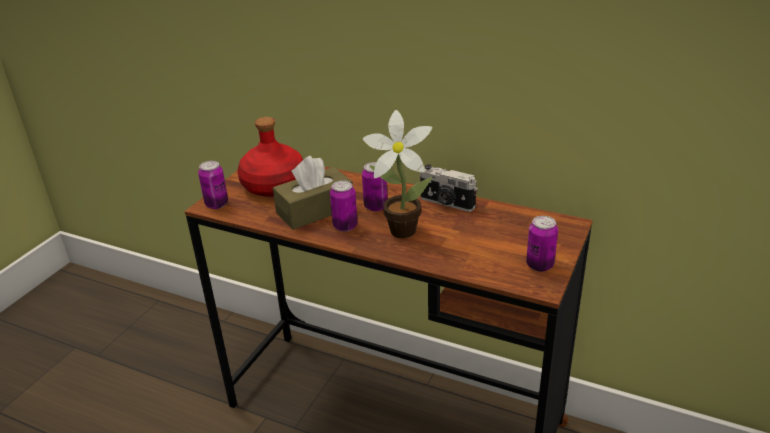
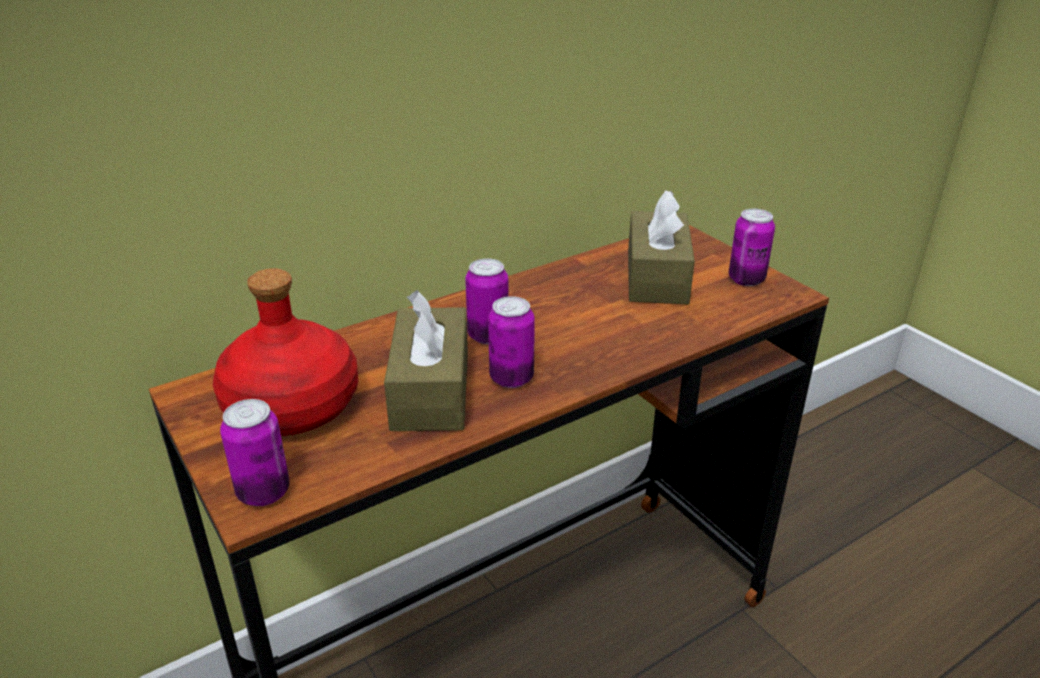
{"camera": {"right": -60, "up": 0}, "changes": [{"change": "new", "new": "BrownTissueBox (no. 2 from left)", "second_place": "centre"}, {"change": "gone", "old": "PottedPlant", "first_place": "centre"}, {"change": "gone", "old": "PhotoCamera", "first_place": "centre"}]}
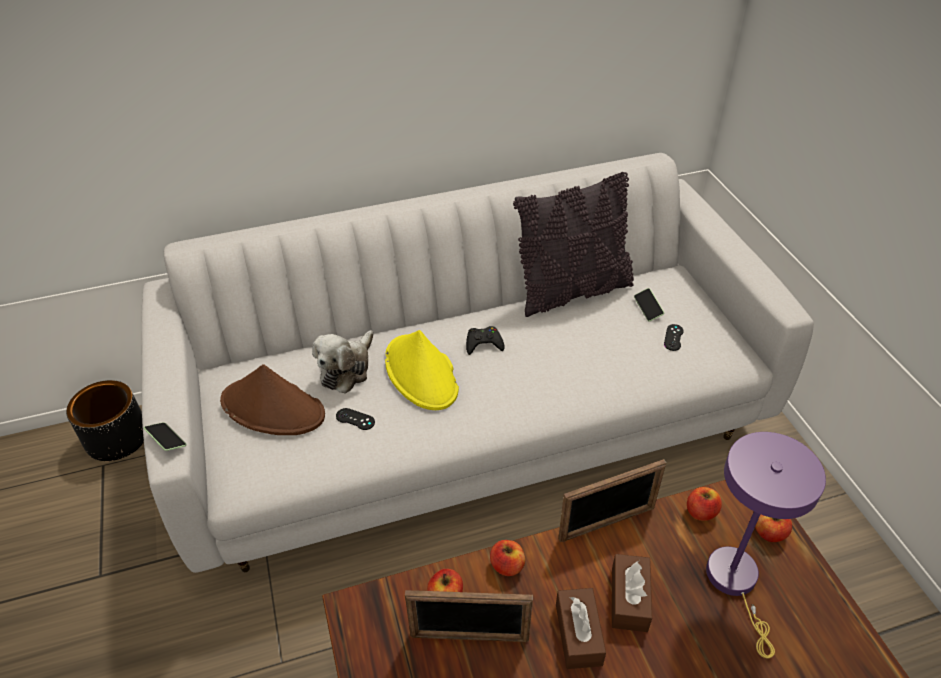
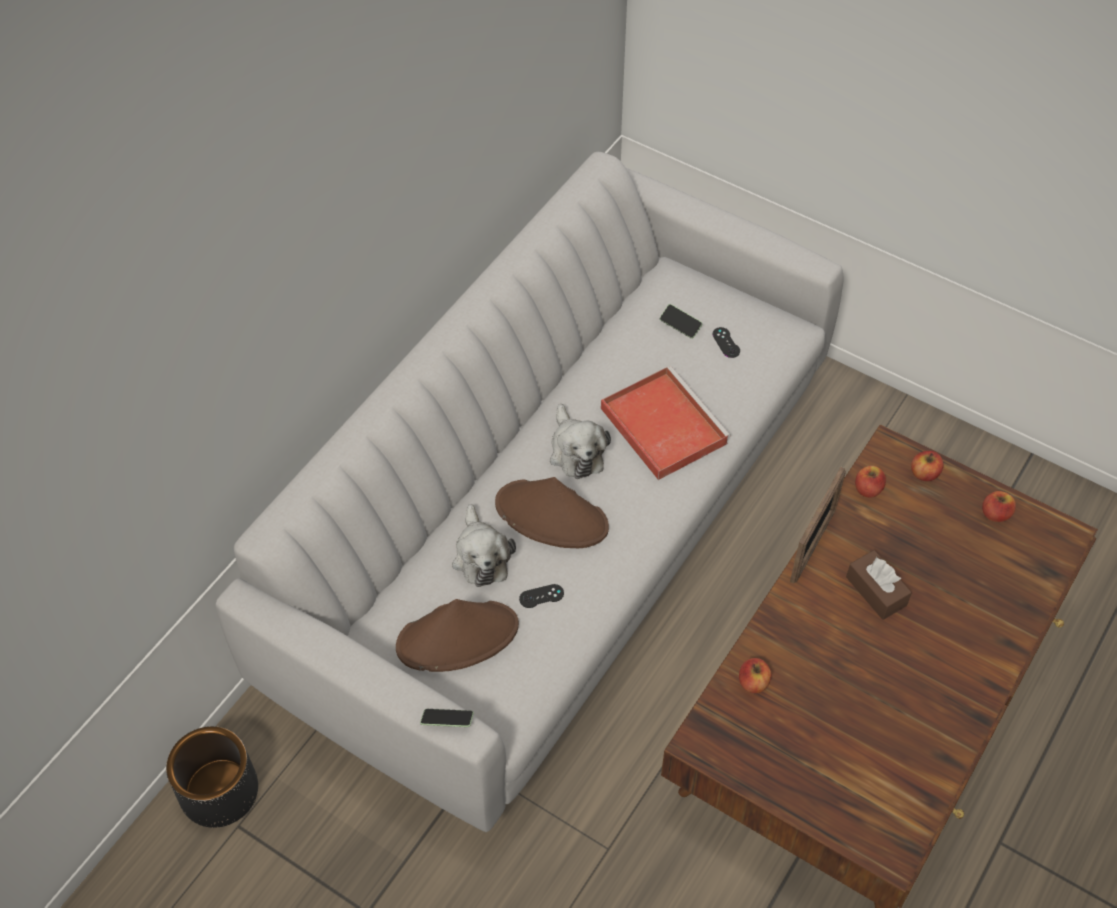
{"camera": {"right": -40, "up": 10}, "changes": [{"change": "repainted", "old": "YellowHat", "new": "BrownHat (no. 2 from left)", "first_place": "centre", "second_place": "centre"}, {"change": "swapped", "old": "BlackGameController (no. 2 from left)", "new": "PlushToy (no. 2 from left)", "first_place": "centre", "second_place": "centre"}, {"change": "new", "new": "RedTray", "second_place": "centre"}, {"change": "shifted", "old": "Apple (no. 2 from left in the first image)", "new": "Apple (no. 4 from left)", "first_place": "bottom centre", "second_place": "middle right"}, {"change": "gone", "old": "PictureFrame (no. 1 from left)", "first_place": "bottom centre"}, {"change": "gone", "old": "BlackPillow", "first_place": "centre"}, {"change": "gone", "old": "BrownTissueBox (no. 1 from left)", "first_place": "bottom centre"}, {"change": "gone", "old": "PurpleTableLamp", "first_place": "bottom right"}]}
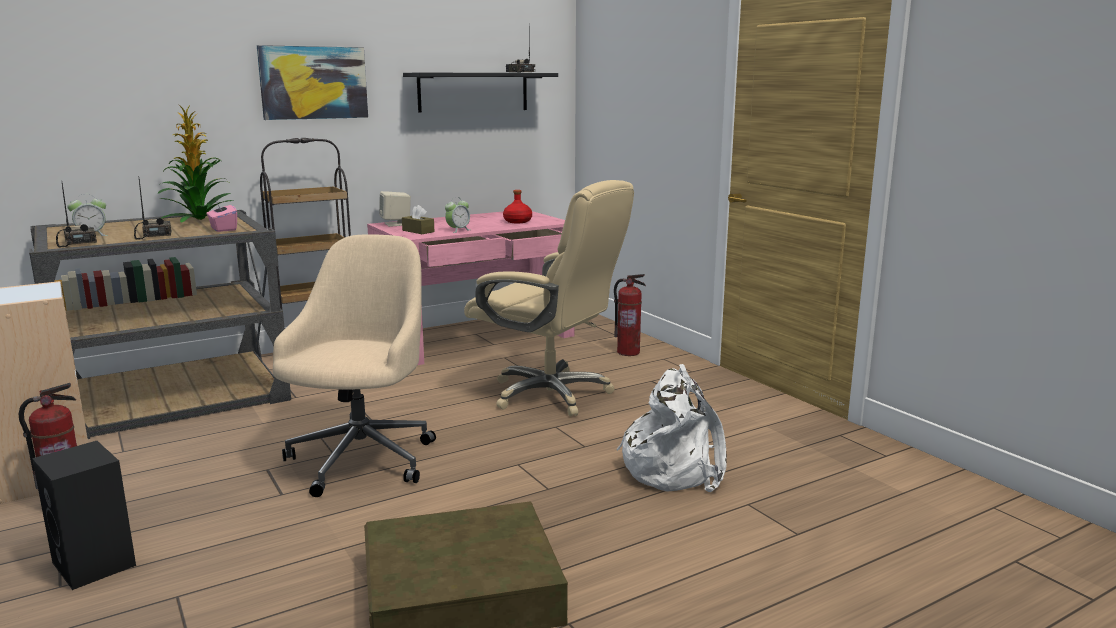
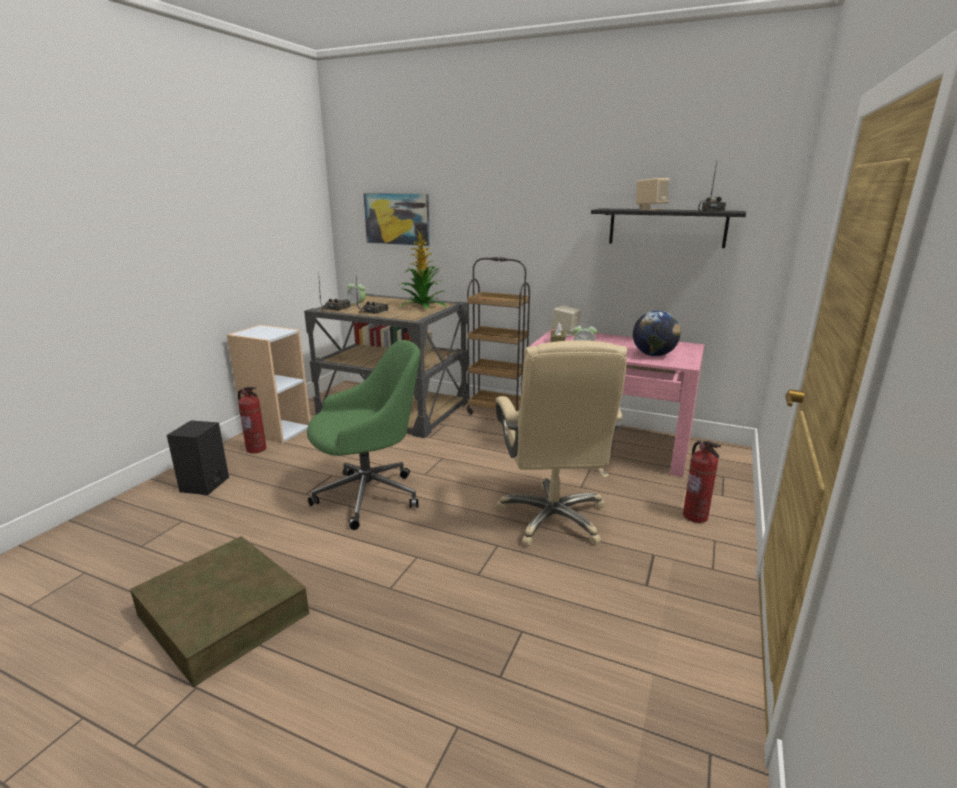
{"camera": {"right": 55, "up": 5}, "changes": [{"change": "repainted", "old": "BeigeOfficeChair (no. 1 from left)", "new": "GreenOfficeChair", "first_place": "middle left", "second_place": "centre"}, {"change": "shifted", "old": "Picture", "first_place": "top left", "second_place": "top centre"}, {"change": "swapped", "old": "RedBottle", "new": "Globe", "first_place": "top centre", "second_place": "middle right"}, {"change": "new", "new": "BeigeSpeaker (no. 2 from left)", "second_place": "top right"}, {"change": "gone", "old": "PinkTissueBox", "first_place": "middle left"}, {"change": "gone", "old": "WhiteBackpack", "first_place": "bottom centre"}]}
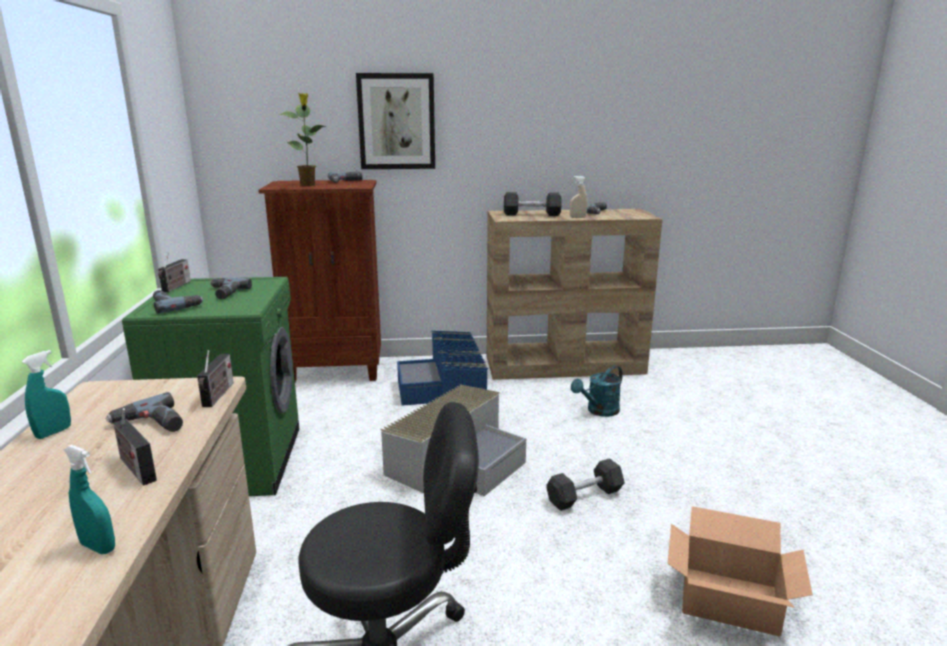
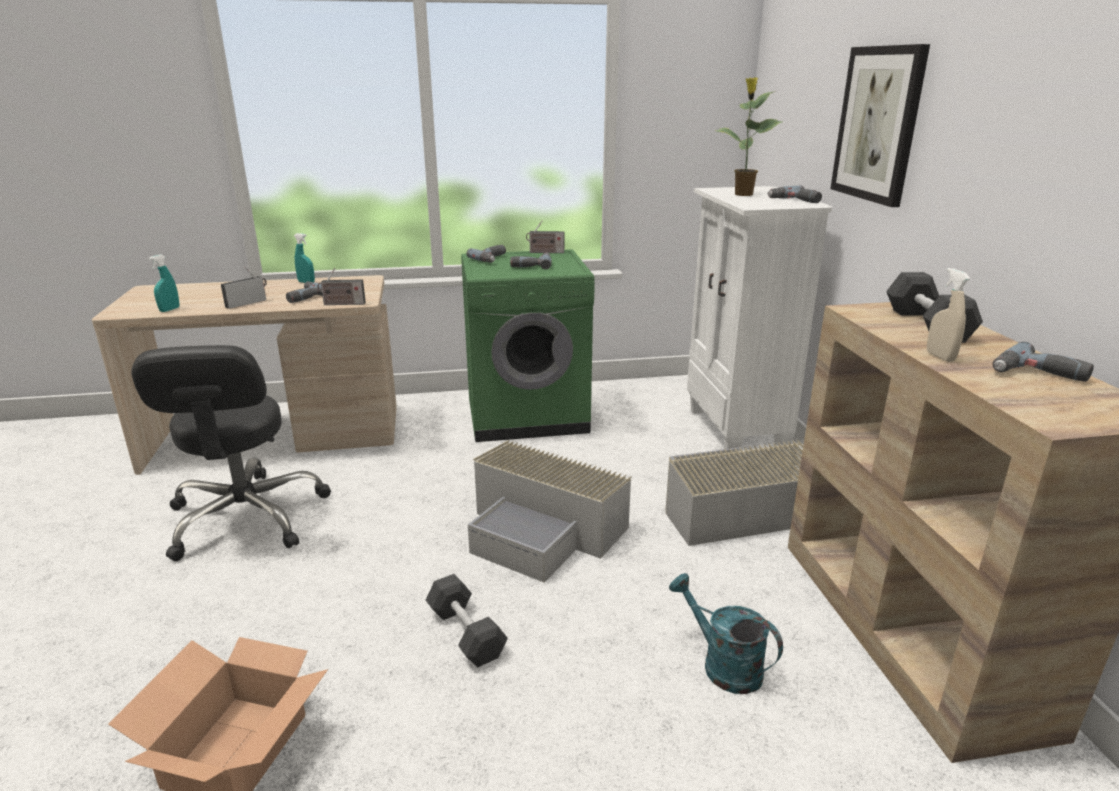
{"camera": {"right": 85, "up": 5}, "changes": [{"change": "repainted", "old": "BlueStorageBox", "new": "GreyStorageBox (no. 2 from left)", "first_place": "centre", "second_place": "centre"}, {"change": "repainted", "old": "BrownCabinet", "new": "WhiteCabinet", "first_place": "centre", "second_place": "middle right"}]}
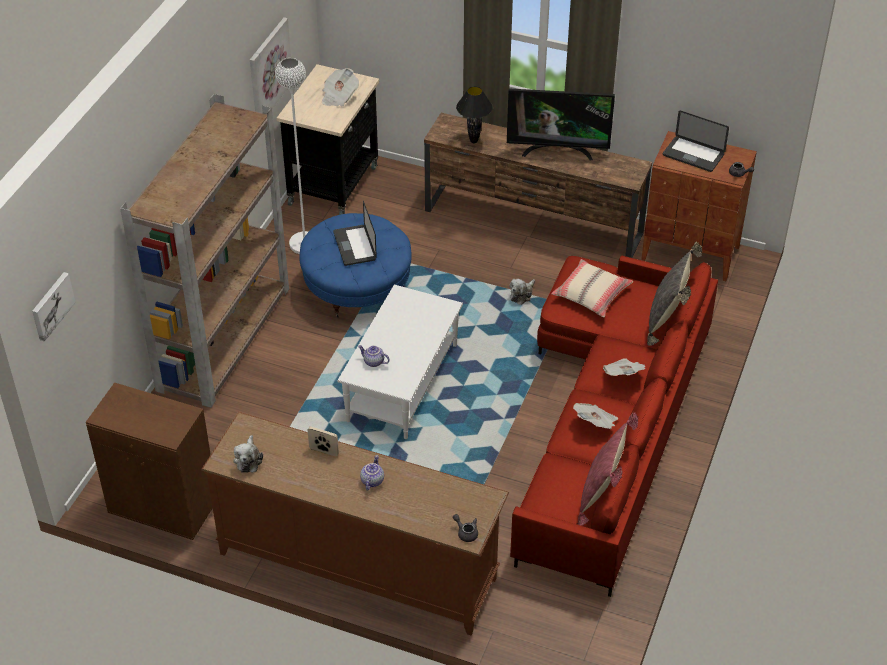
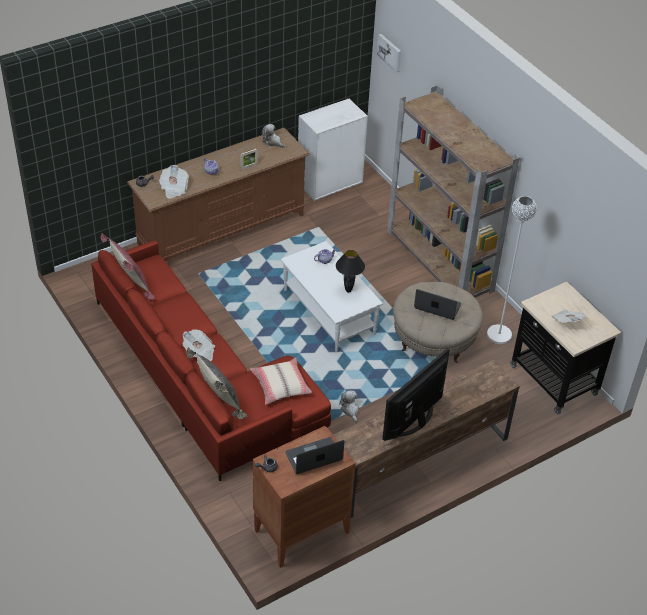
{"camera": {"right": 125, "up": 0}, "changes": [{"change": "shifted", "old": "Newspaper (no. 2 from left in the first image)", "new": "Newspaper (no. 1 from left)", "first_place": "middle right", "second_place": "top left"}, {"change": "repainted", "old": "BrownCabinet (no. 1 from left)", "new": "WhiteCabinet", "first_place": "bottom left", "second_place": "top centre"}, {"change": "shifted", "old": "BlackTableLamp", "first_place": "top centre", "second_place": "centre"}, {"change": "repainted", "old": "BlueOttoman", "new": "BeigeOttoman", "first_place": "centre", "second_place": "middle right"}, {"change": "gone", "old": "Picture (no. 2 from left)", "first_place": "top left"}]}
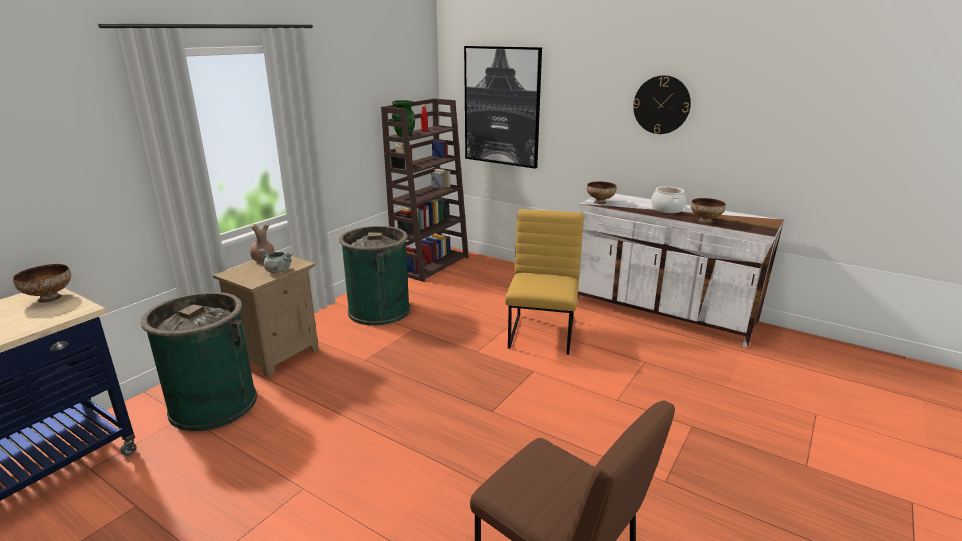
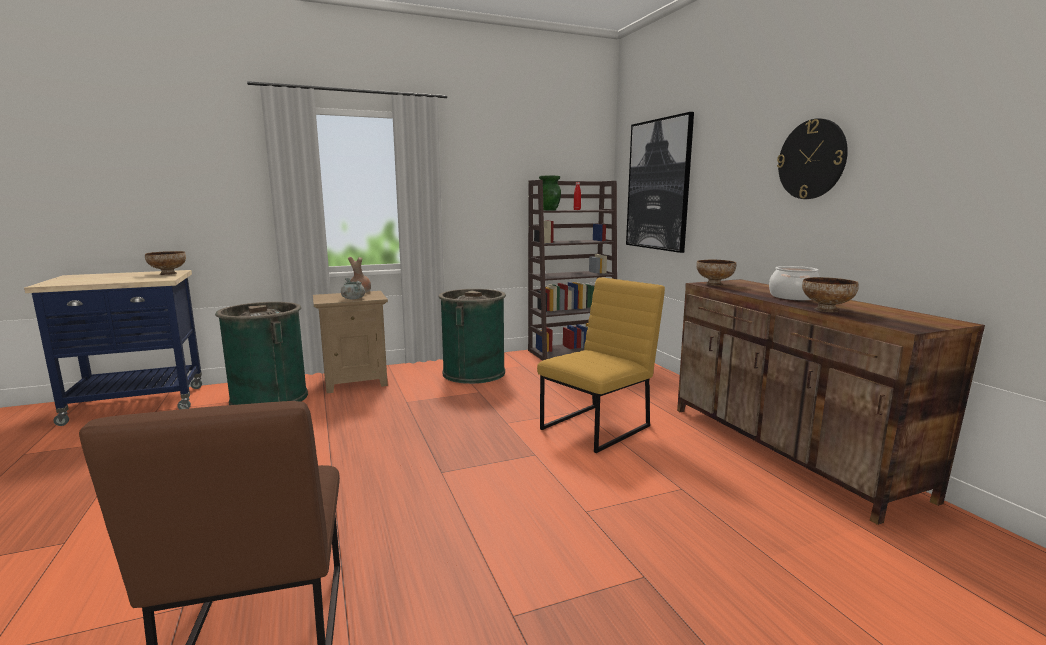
{"camera": {"right": 35, "up": -10}, "changes": [{"change": "repainted", "old": "WhiteCabinet", "new": "BrownCabinet", "first_place": "middle right", "second_place": "middle right"}]}
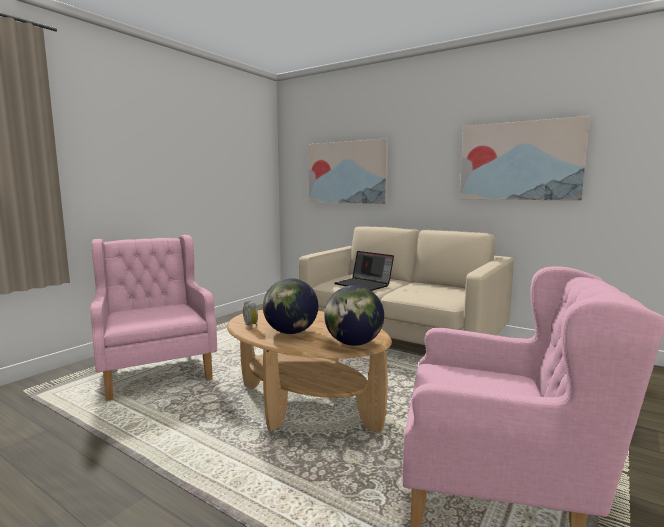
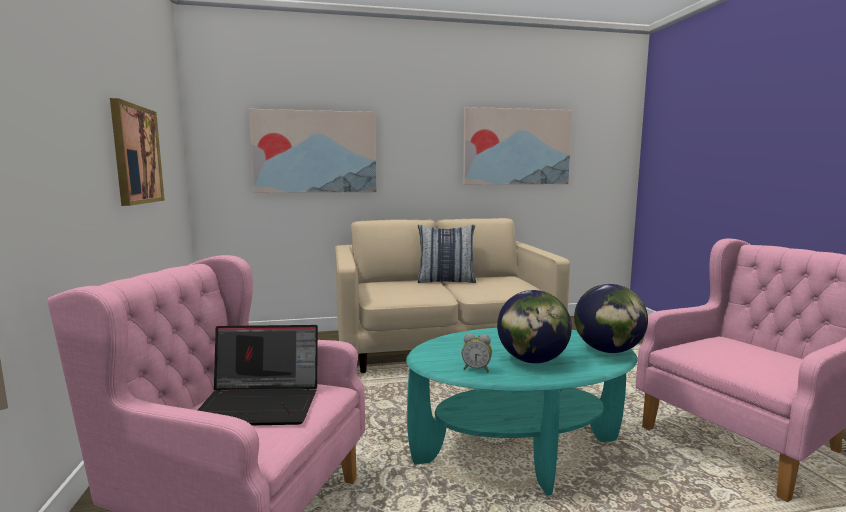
{"camera": {"right": -45, "up": 0}, "changes": [{"change": "new", "new": "Picture (no. 1 from left)", "second_place": "top left"}, {"change": "shifted", "old": "Laptop", "first_place": "centre", "second_place": "bottom left"}, {"change": "repainted", "old": "BrownCoffeeTable", "new": "TurquoiseCoffeeTable", "first_place": "bottom centre", "second_place": "bottom centre"}, {"change": "new", "new": "Pillow", "second_place": "centre"}]}
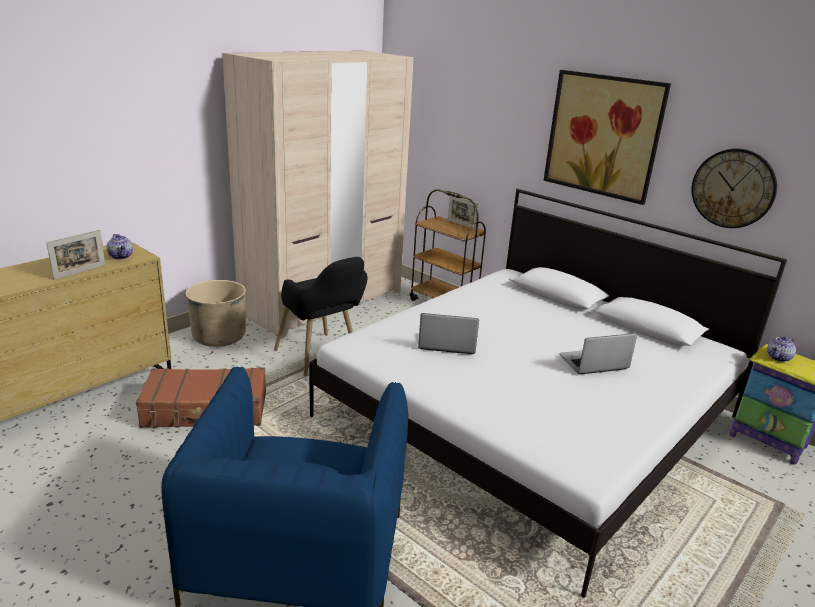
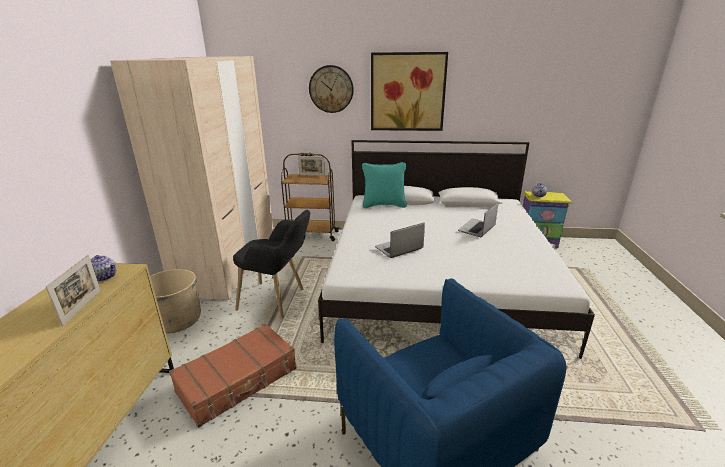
{"camera": {"right": -35, "up": 0}, "changes": [{"change": "shifted", "old": "WallClock", "first_place": "top right", "second_place": "top centre"}, {"change": "new", "new": "TurquoisePillow", "second_place": "centre"}]}
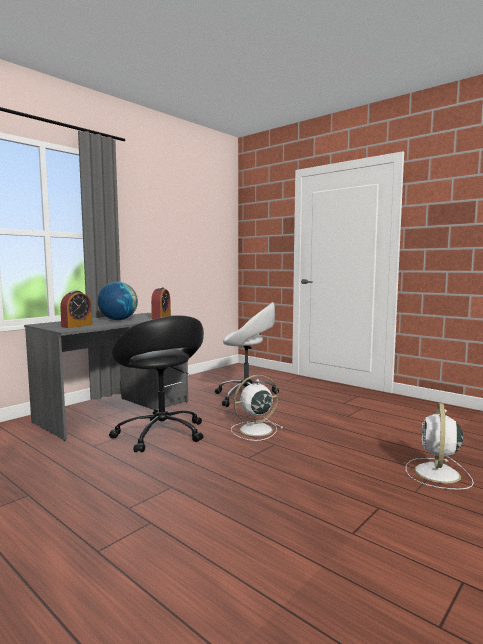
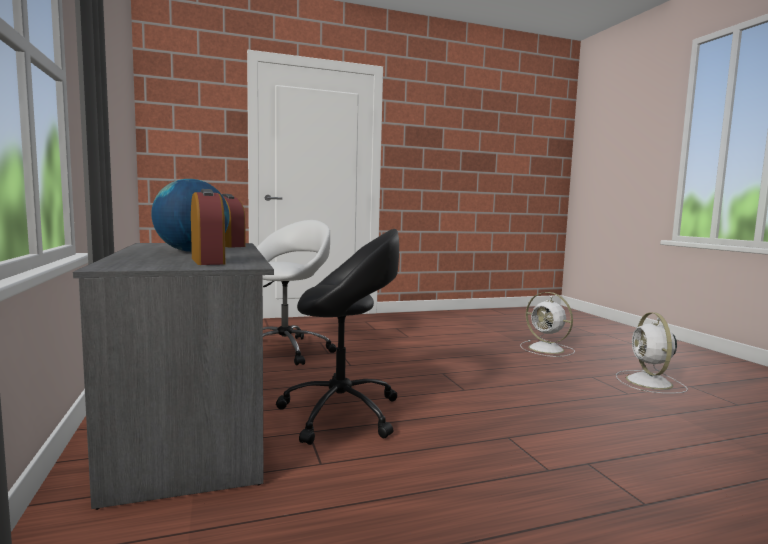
{"camera": {"right": -60, "up": 0}, "changes": [{"change": "shifted", "old": "WhiteFan (no. 1 from left in the first image)", "new": "WhiteFan (no. 2 from left)", "first_place": "centre", "second_place": "middle right"}]}
